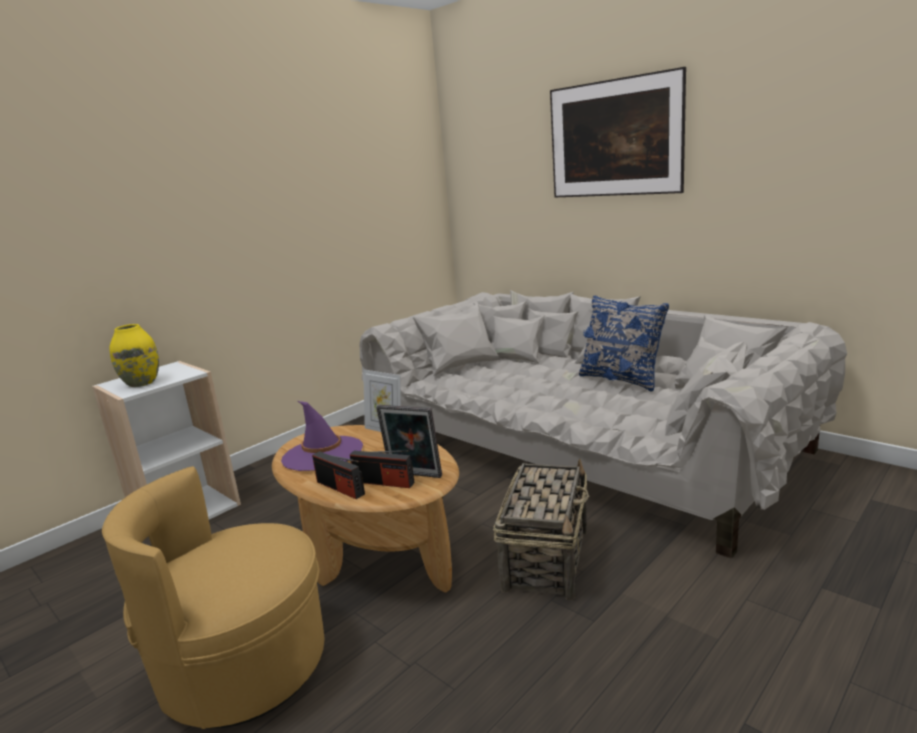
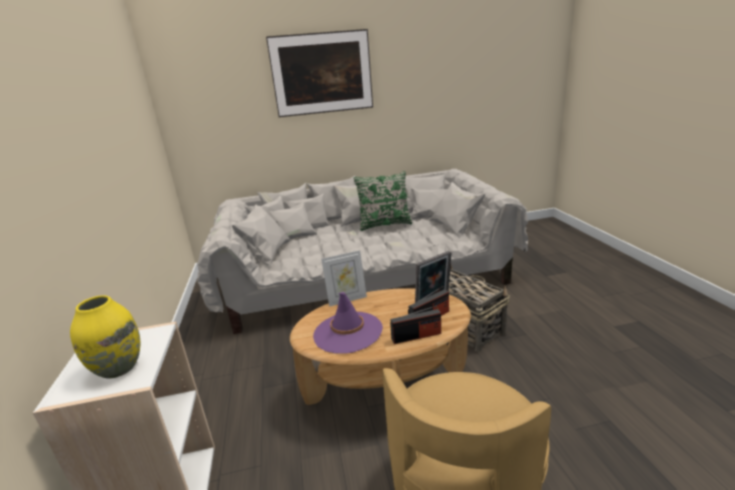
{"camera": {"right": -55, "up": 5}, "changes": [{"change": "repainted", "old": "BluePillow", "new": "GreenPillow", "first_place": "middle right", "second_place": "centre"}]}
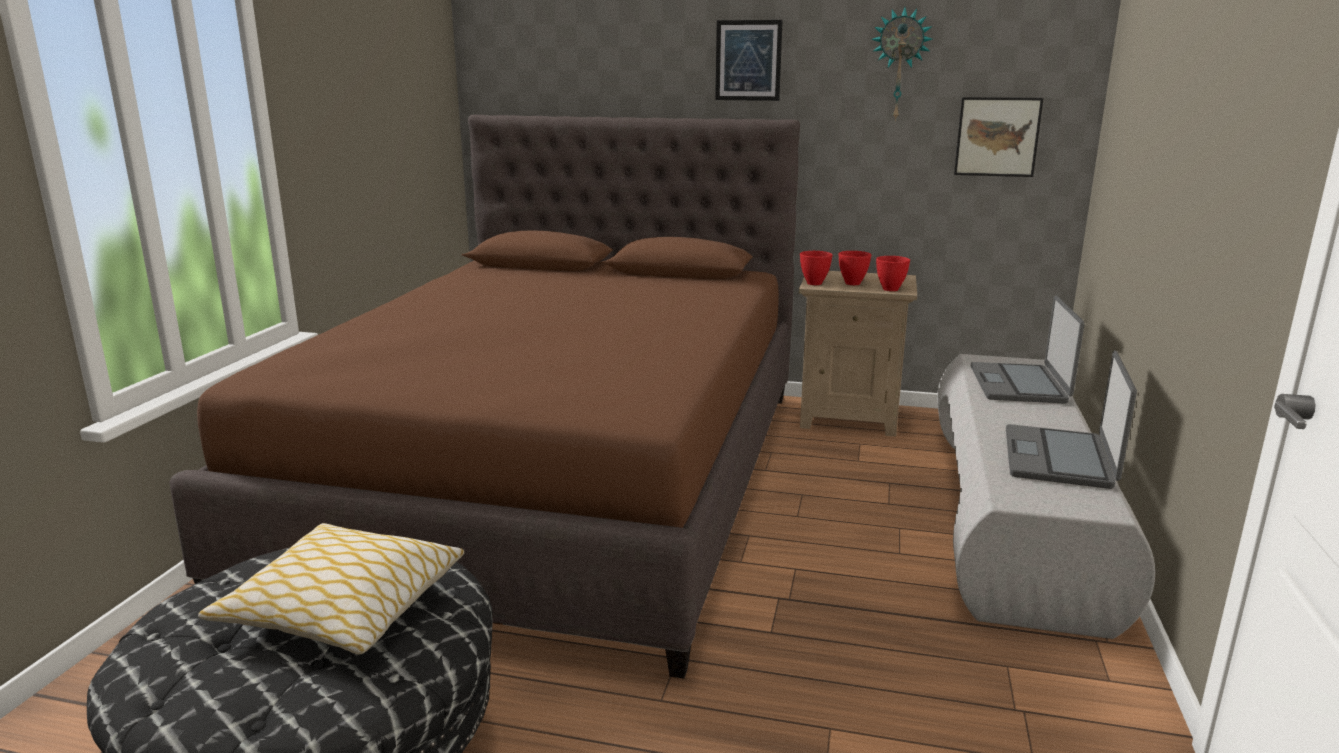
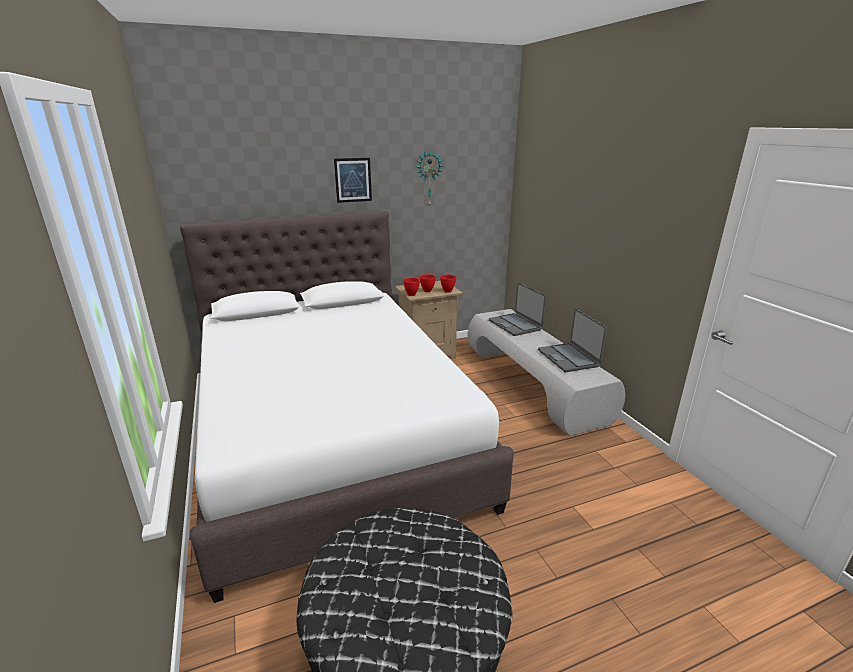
{"camera": {"right": -35, "up": 5}, "changes": [{"change": "repainted", "old": "BrownBed", "new": "WhiteBed", "first_place": "centre", "second_place": "centre"}, {"change": "gone", "old": "Pillow", "first_place": "bottom left"}, {"change": "gone", "old": "Picture (no. 2 from left)", "first_place": "top right"}]}
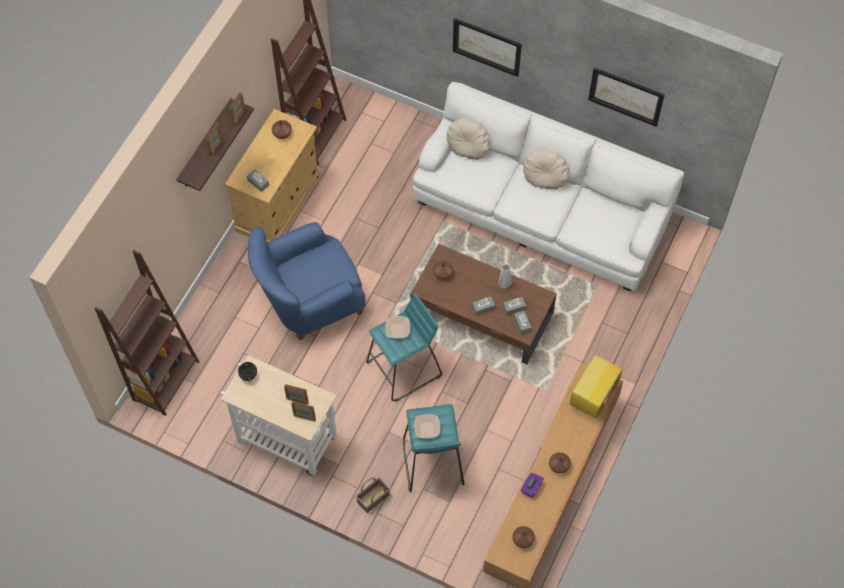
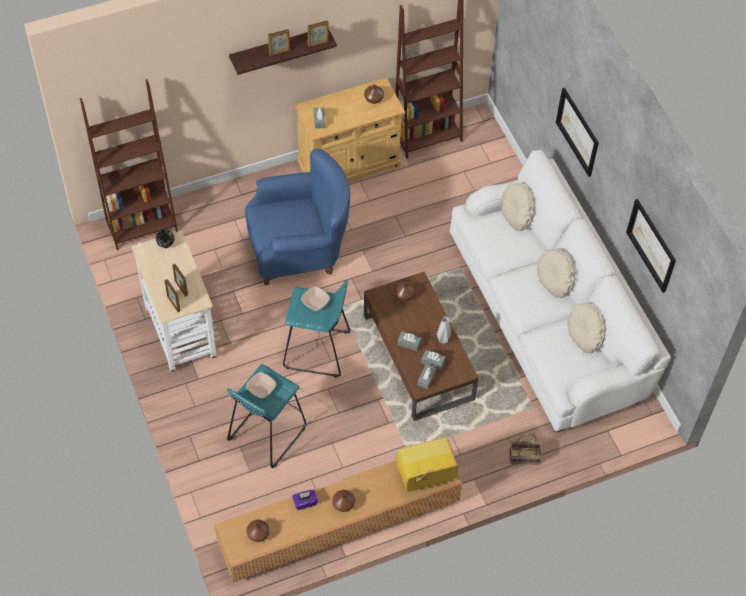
{"camera": {"right": 40, "up": -5}, "changes": [{"change": "rotated", "old": "BlueArmchair", "first_place": "centre", "second_place": "centre", "degrees": 150}, {"change": "shifted", "old": "Basket", "first_place": "bottom centre", "second_place": "bottom right"}, {"change": "new", "new": "BeigePillow (no. 3 from left)", "second_place": "middle right"}]}
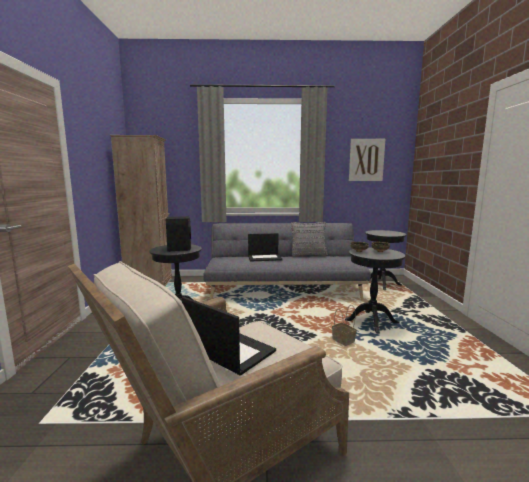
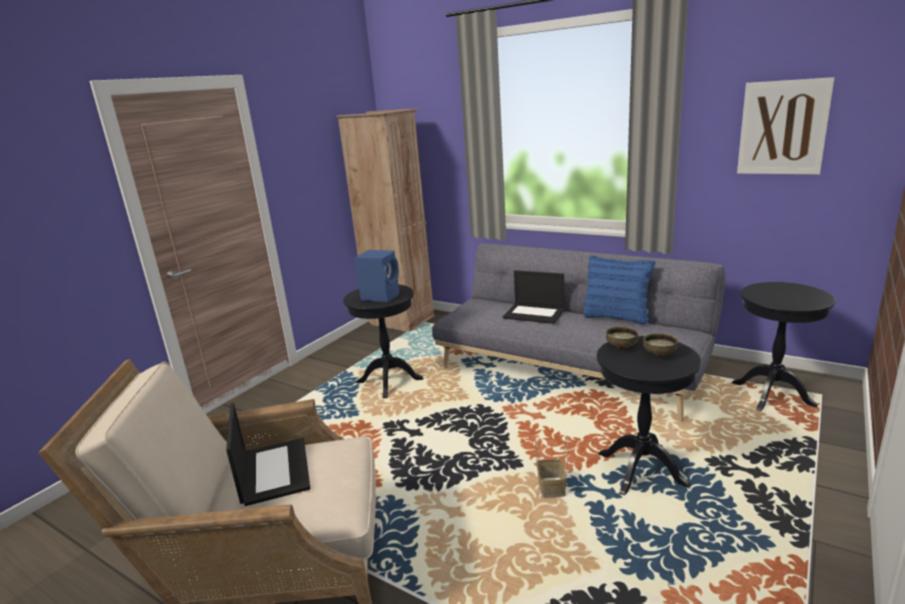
{"camera": {"right": 35, "up": 10}, "changes": [{"change": "repainted", "old": "BlackSpeaker", "new": "BlueSpeaker", "first_place": "centre", "second_place": "centre"}, {"change": "repainted", "old": "GreyPillow", "new": "BluePillow", "first_place": "centre", "second_place": "middle right"}]}
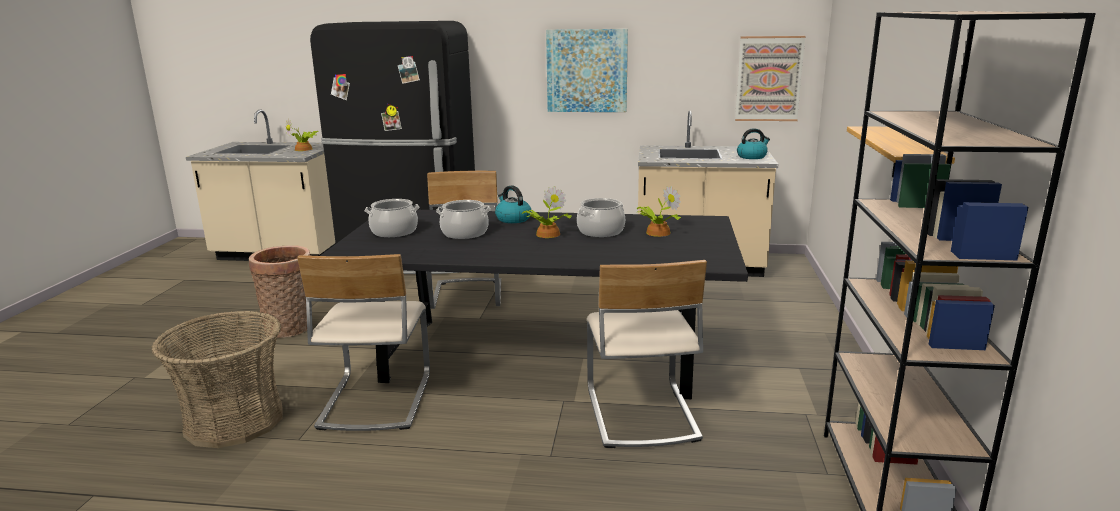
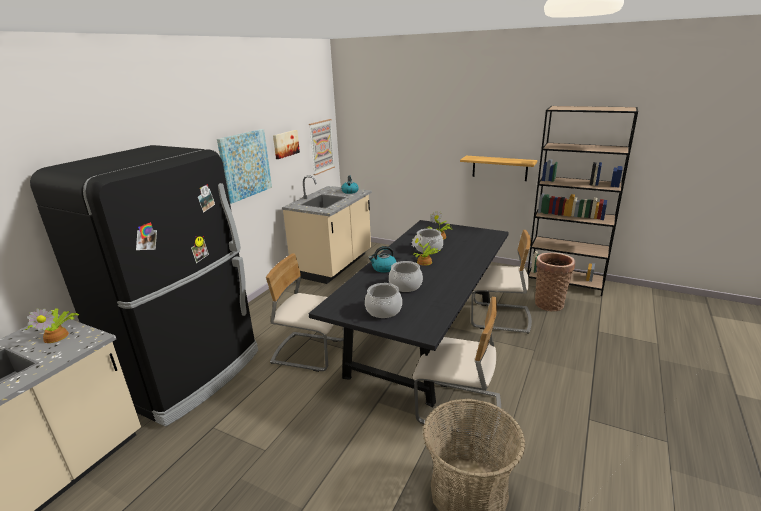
{"camera": {"right": -70, "up": 5}, "changes": [{"change": "new", "new": "Picture (no. 2 from left)", "second_place": "top centre"}, {"change": "shifted", "old": "Basket (no. 2 from left)", "first_place": "middle left", "second_place": "middle right"}]}
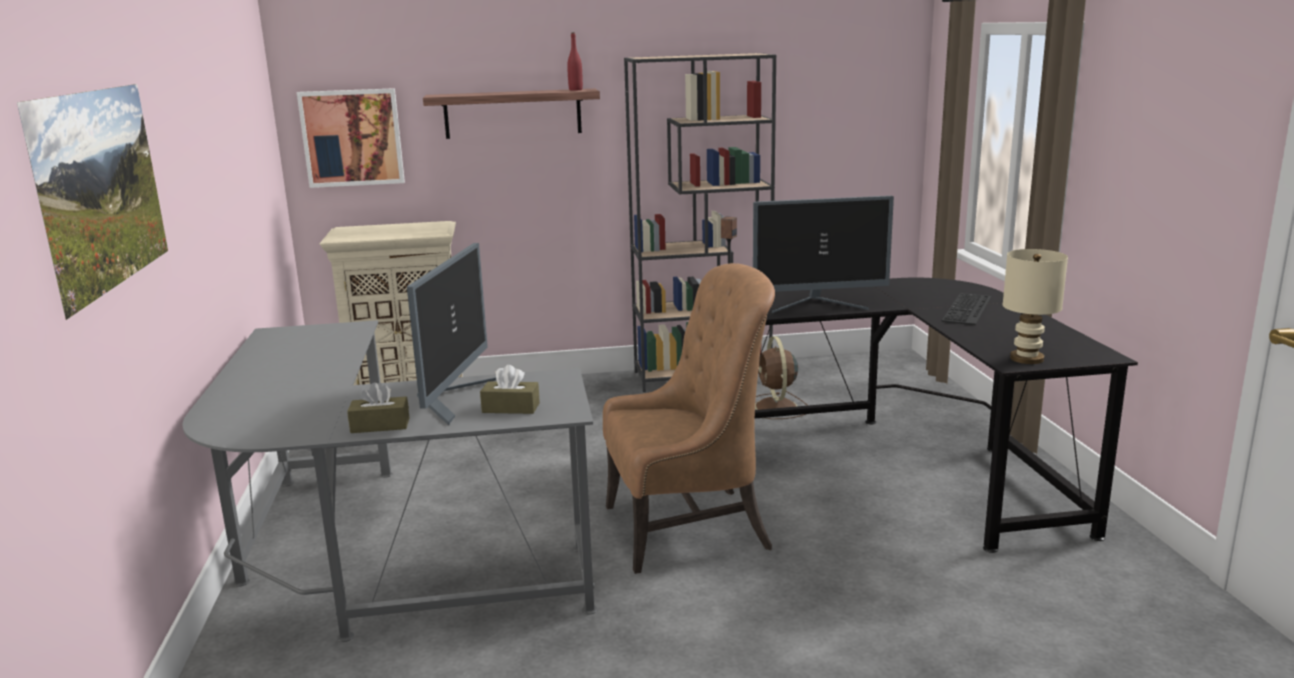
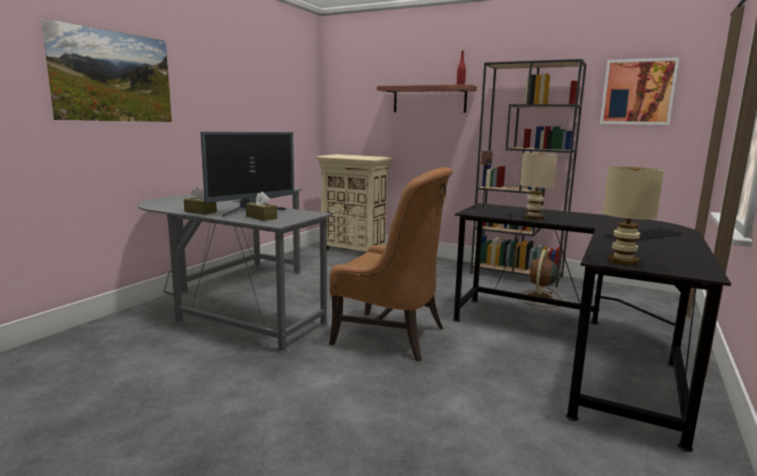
{"camera": {"right": 35, "up": -5}, "changes": [{"change": "swapped", "old": "Monitor (no. 2 from left)", "new": "BeigeTableLamp (no. 1 from left)", "first_place": "centre", "second_place": "middle right"}, {"change": "shifted", "old": "Picture (no. 2 from left)", "first_place": "top left", "second_place": "top right"}]}
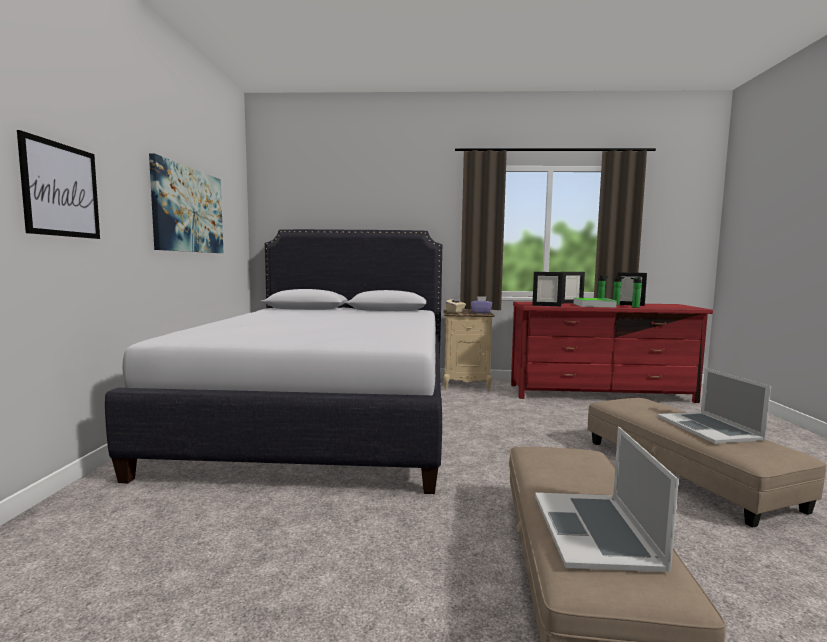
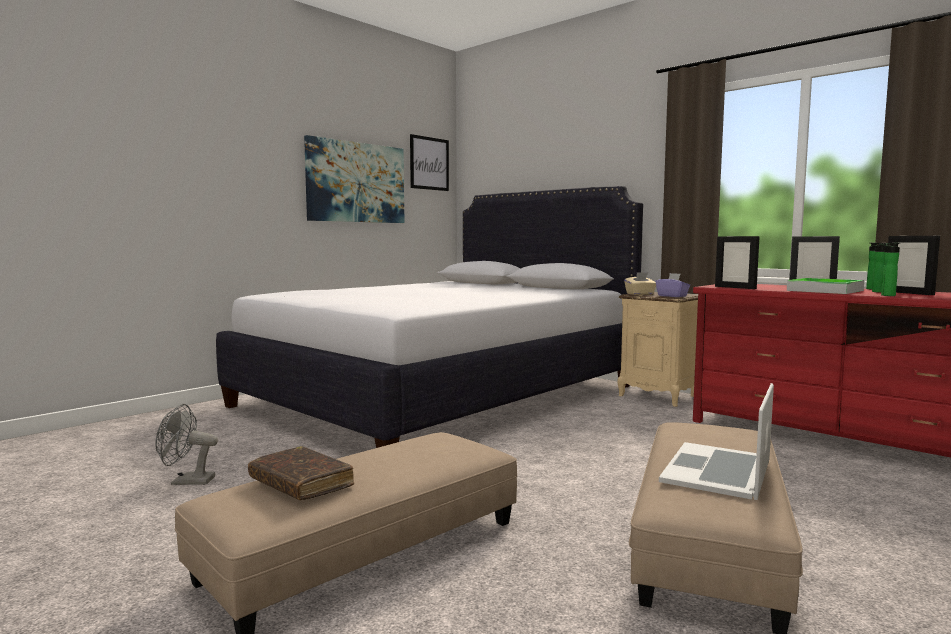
{"camera": {"right": 40, "up": 0}, "changes": [{"change": "new", "new": "GreyFan", "second_place": "bottom left"}, {"change": "swapped", "old": "Laptop (no. 1 from left)", "new": "BrownBook", "first_place": "bottom right", "second_place": "bottom left"}, {"change": "shifted", "old": "Picture (no. 1 from left in the first image)", "new": "Picture (no. 2 from left)", "first_place": "top left", "second_place": "top centre"}]}
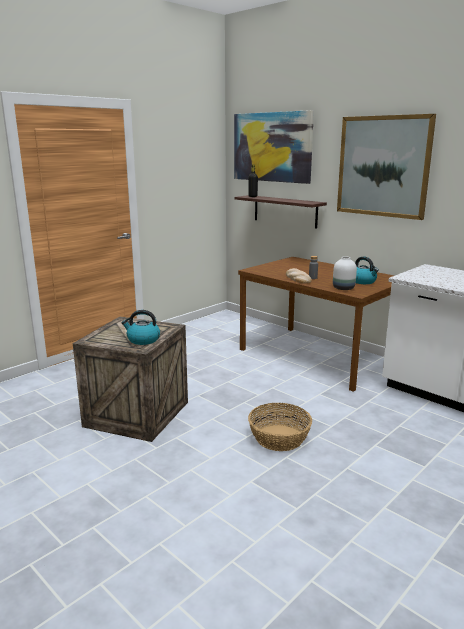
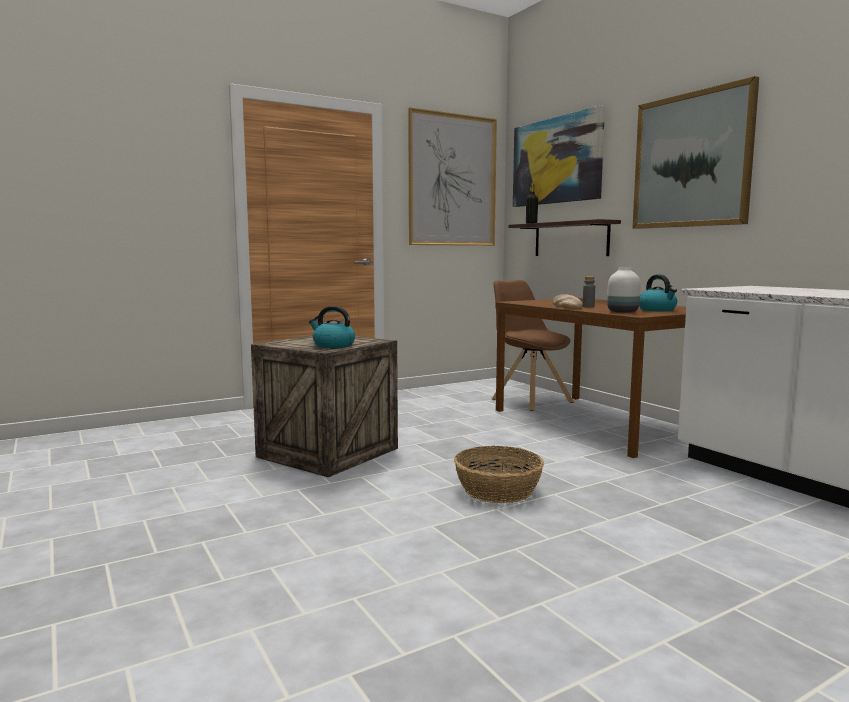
{"camera": {"right": 15, "up": -10}, "changes": [{"change": "new", "new": "Picture (no. 1 from left)", "second_place": "top centre"}, {"change": "new", "new": "BrownChair", "second_place": "centre"}]}
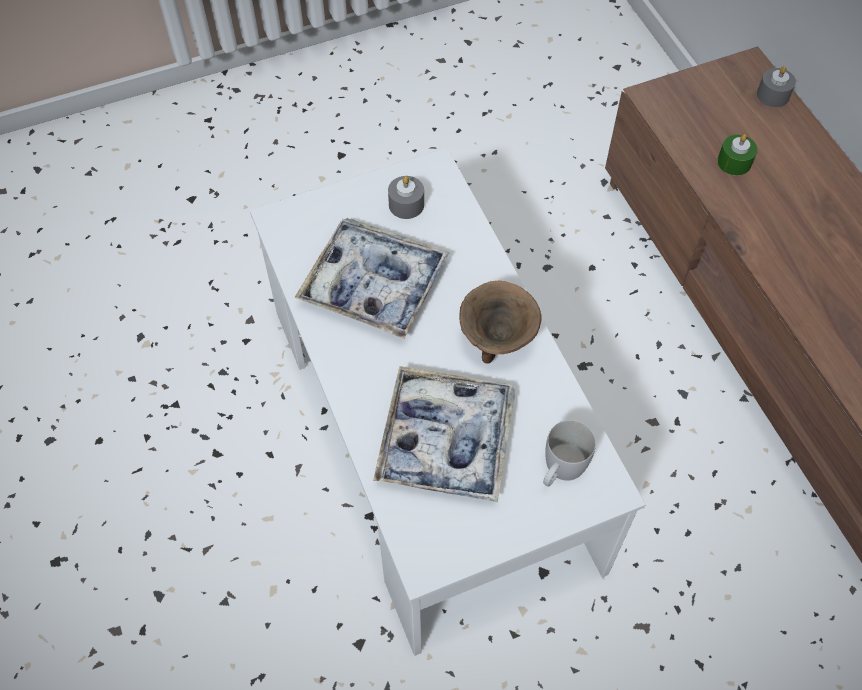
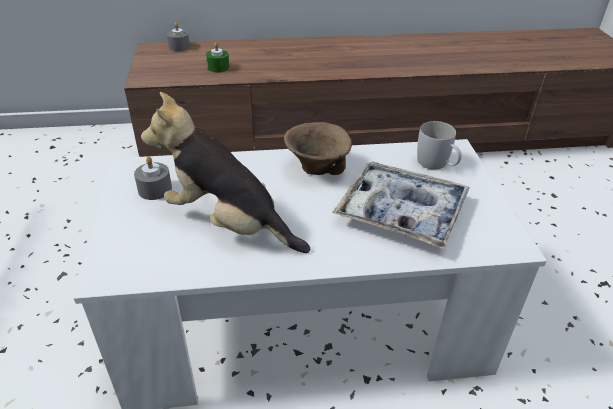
{"camera": {"right": -75, "up": -20}, "changes": [{"change": "swapped", "old": "Tray (no. 1 from left)", "new": "PlushToy", "first_place": "centre", "second_place": "centre"}]}
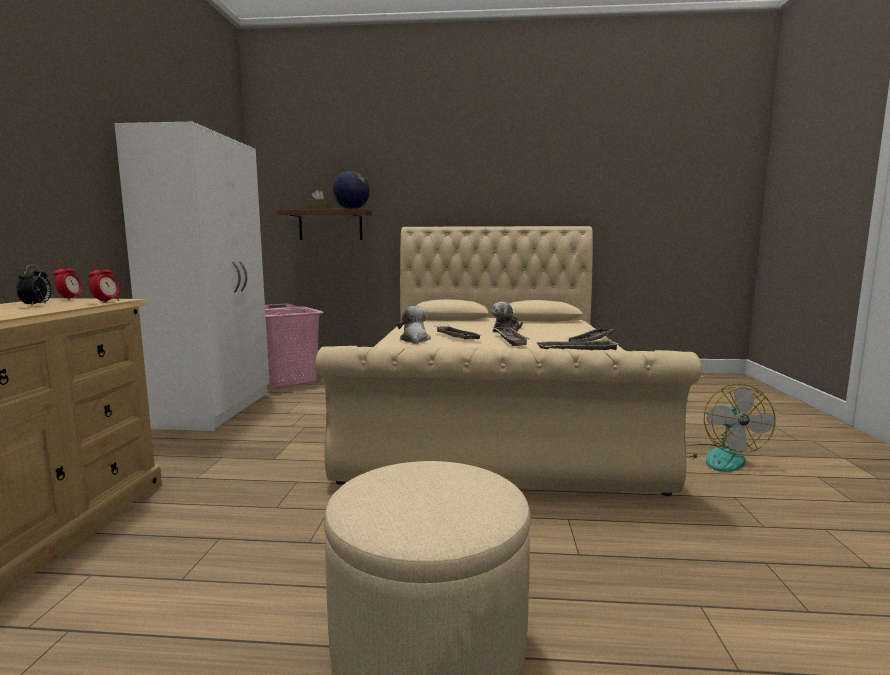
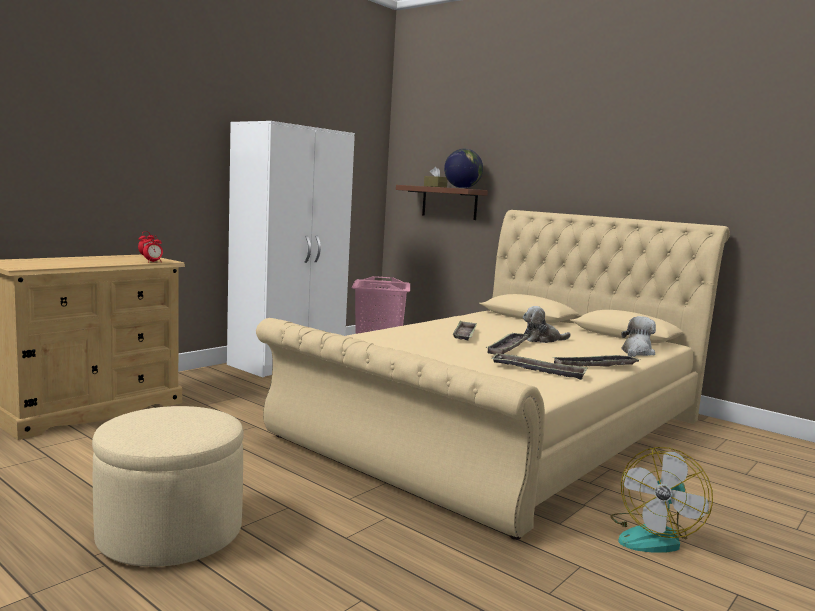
{"camera": {"right": 35, "up": 0}, "changes": [{"change": "shifted", "old": "PlushToy (no. 1 from left in the first image)", "new": "PlushToy (no. 2 from left)", "first_place": "centre", "second_place": "middle right"}, {"change": "gone", "old": "AlarmClock (no. 1 from left)", "first_place": "middle left"}]}
